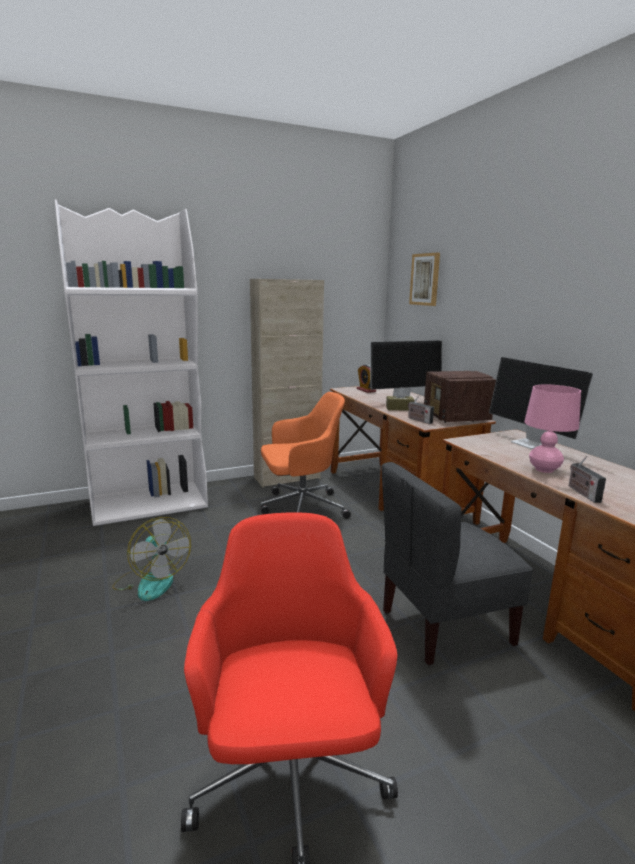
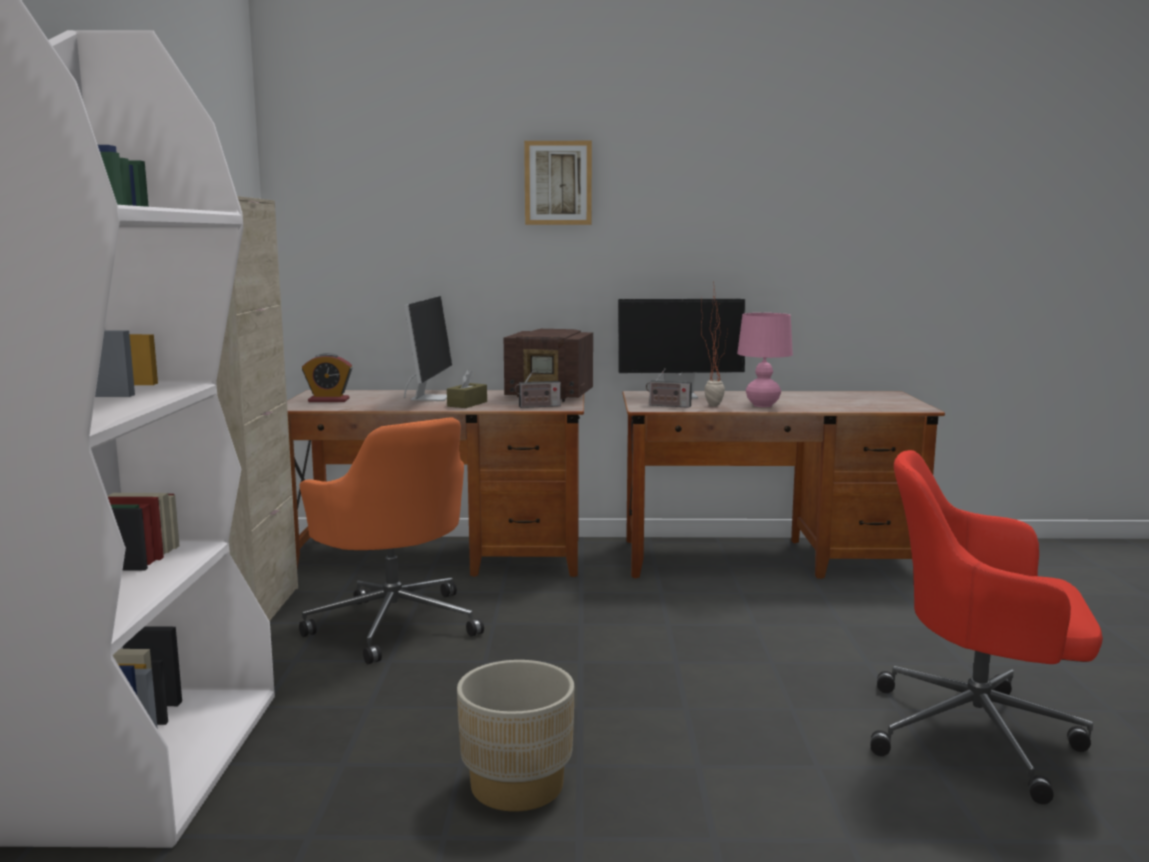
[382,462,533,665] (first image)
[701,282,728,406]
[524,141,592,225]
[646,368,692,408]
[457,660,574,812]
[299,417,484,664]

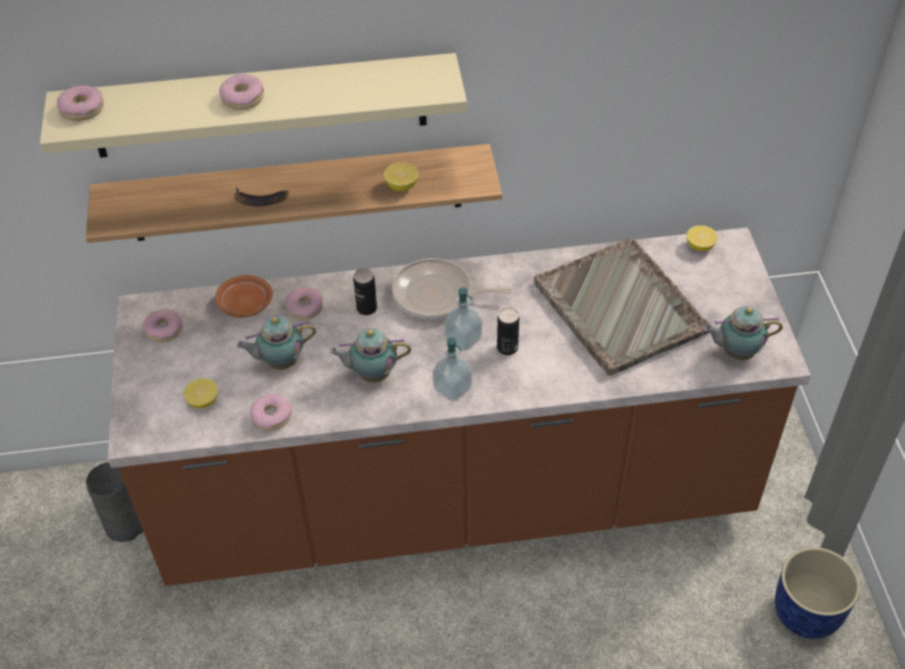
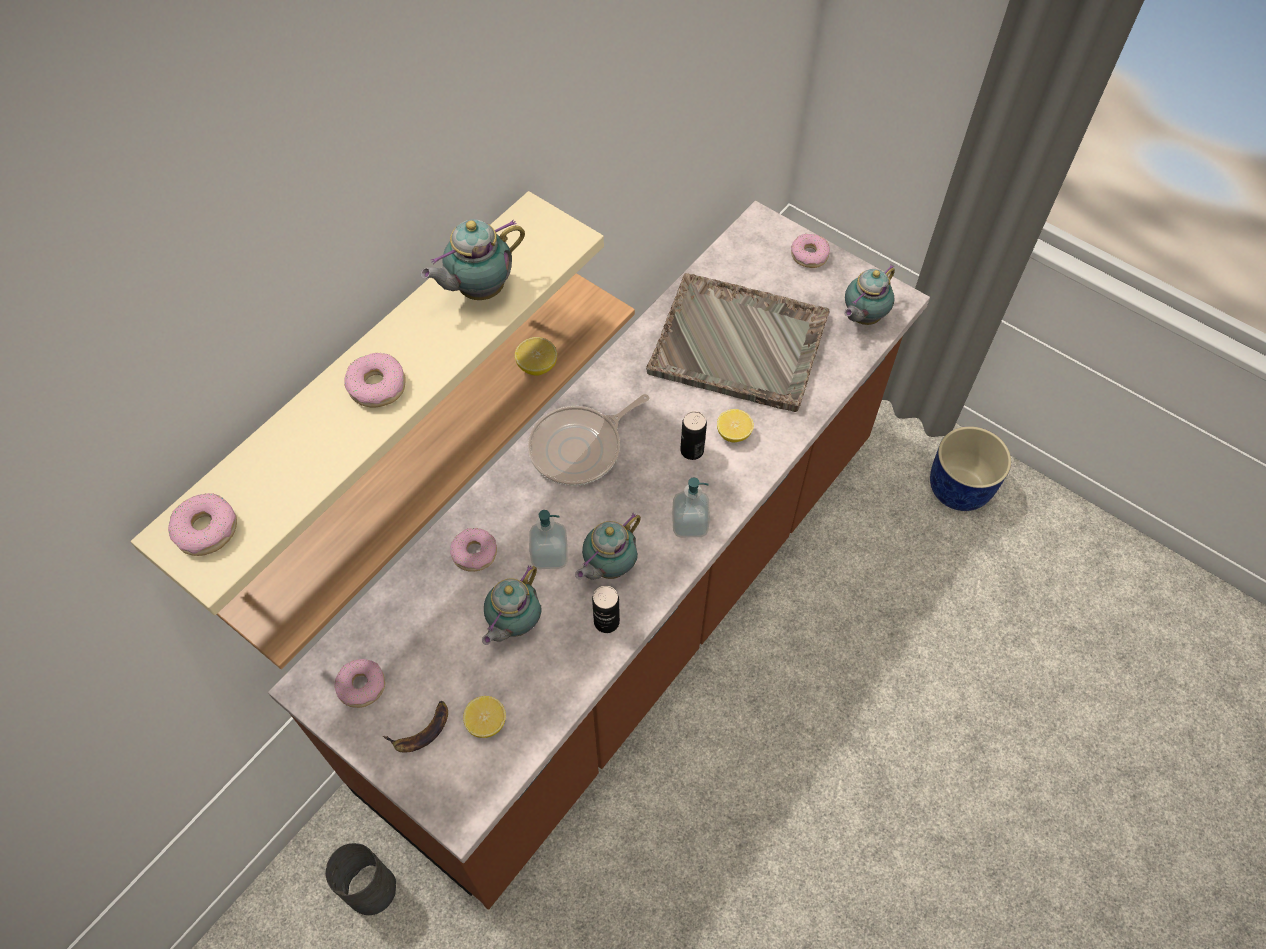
[215,275,273,318] (first image)
[421,219,525,300]
[383,701,448,753]
[791,234,830,268]
[592,586,620,633]
[529,510,567,569]
[717,409,754,443]

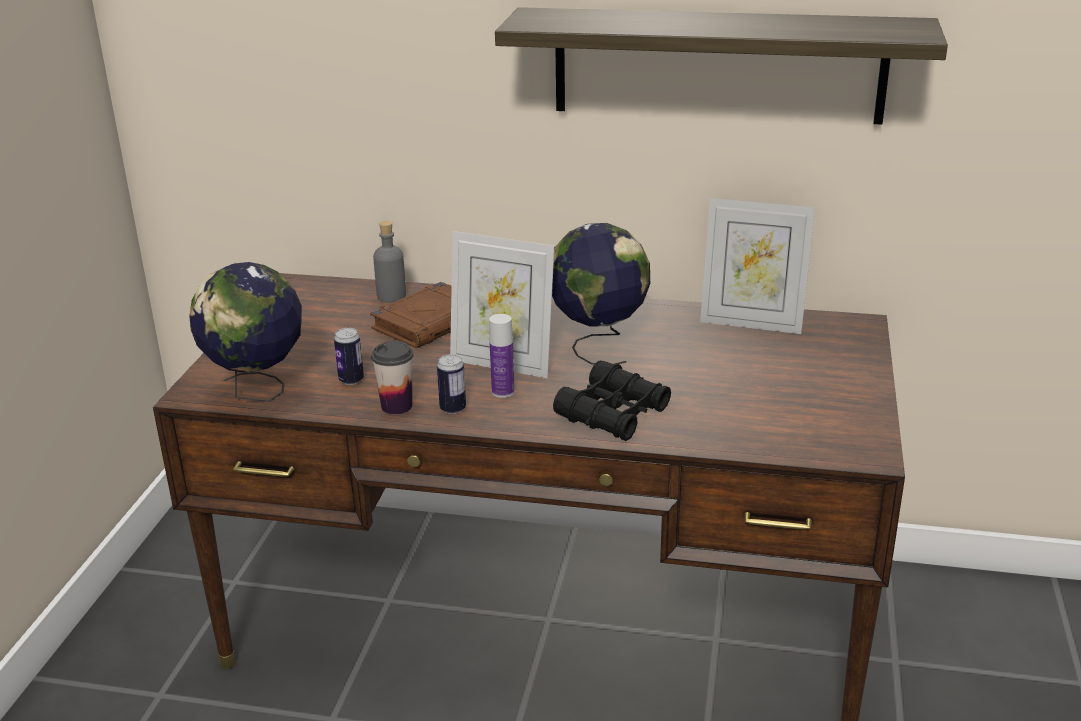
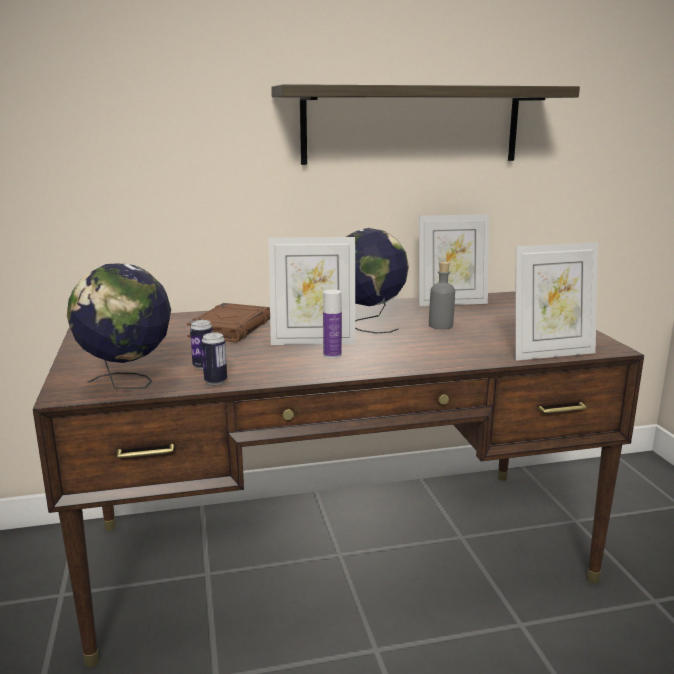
[371,341,413,414] (first image)
[553,361,671,441] (first image)
[515,242,598,361]
[429,262,455,329]
[201,332,227,385]

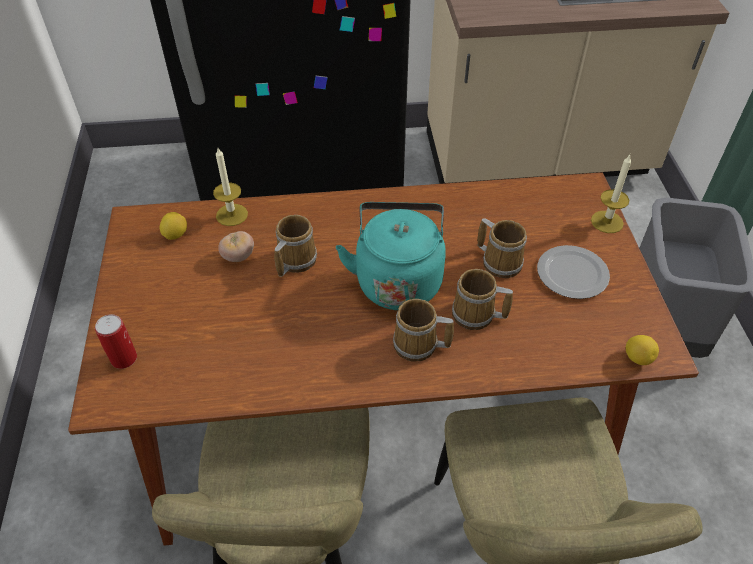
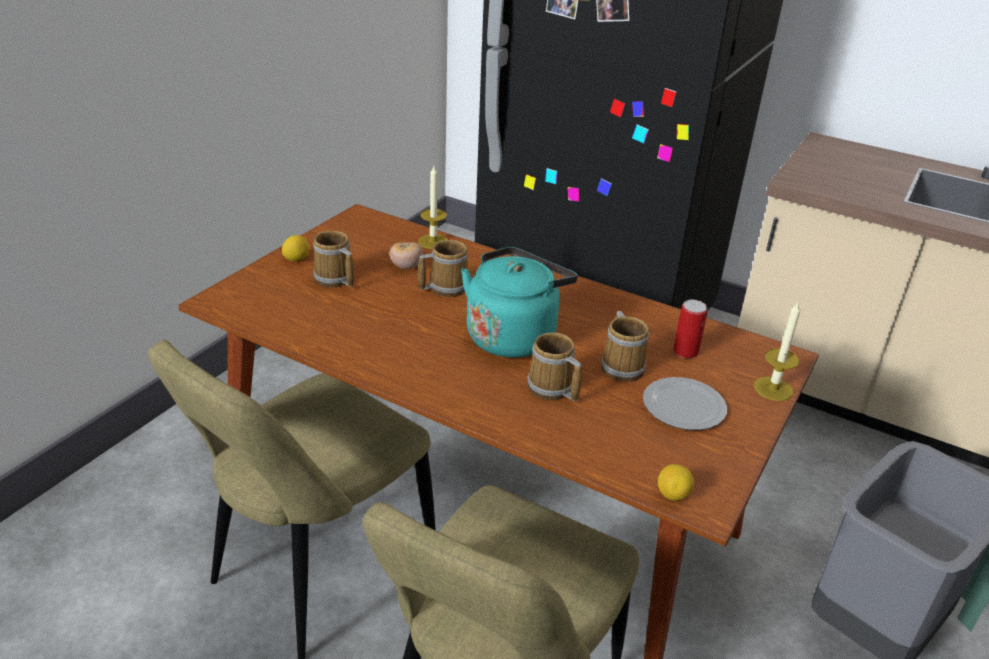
[673,300,708,358]
[282,235,310,261]
[313,231,354,287]

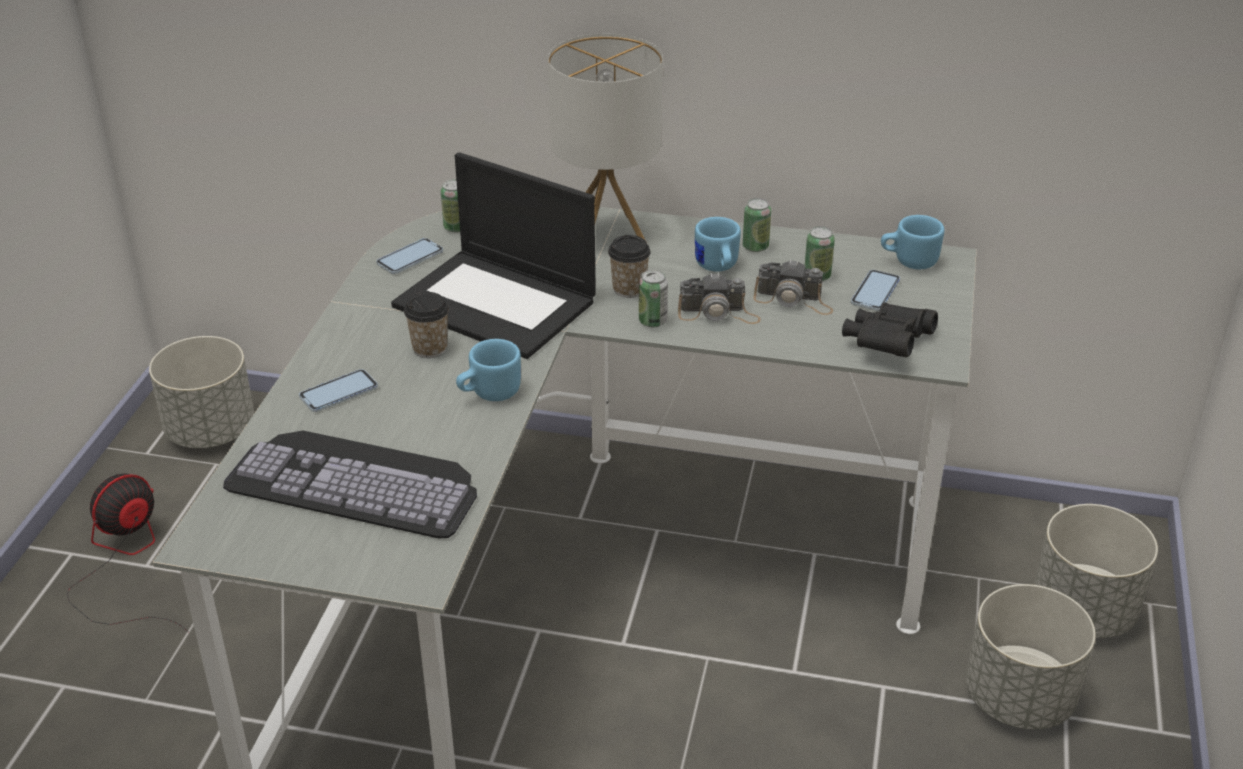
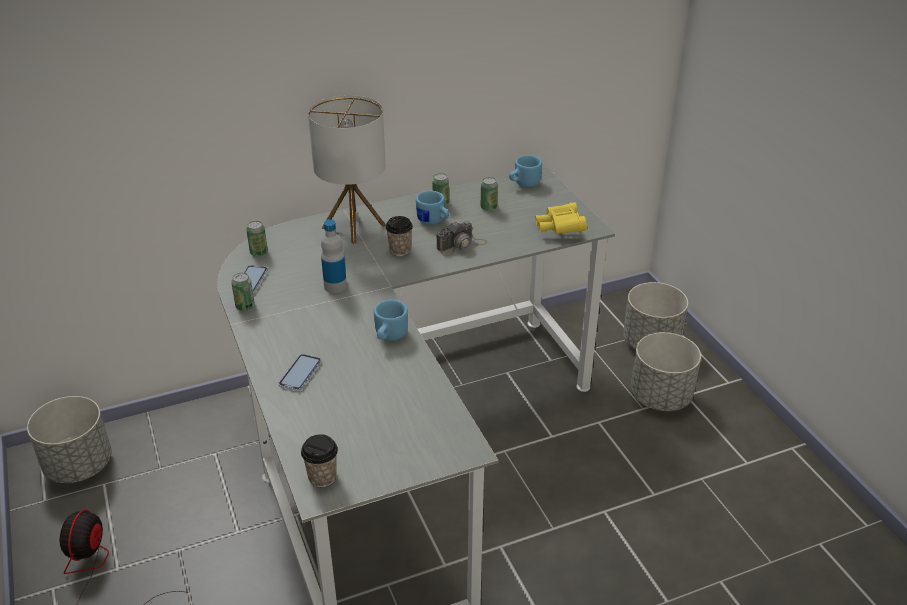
[223,431,477,538] (first image)
[753,259,833,315] (first image)
[851,270,900,311] (first image)
[301,434,338,487]
[231,273,255,311]
[321,220,347,293]
[535,202,587,234]

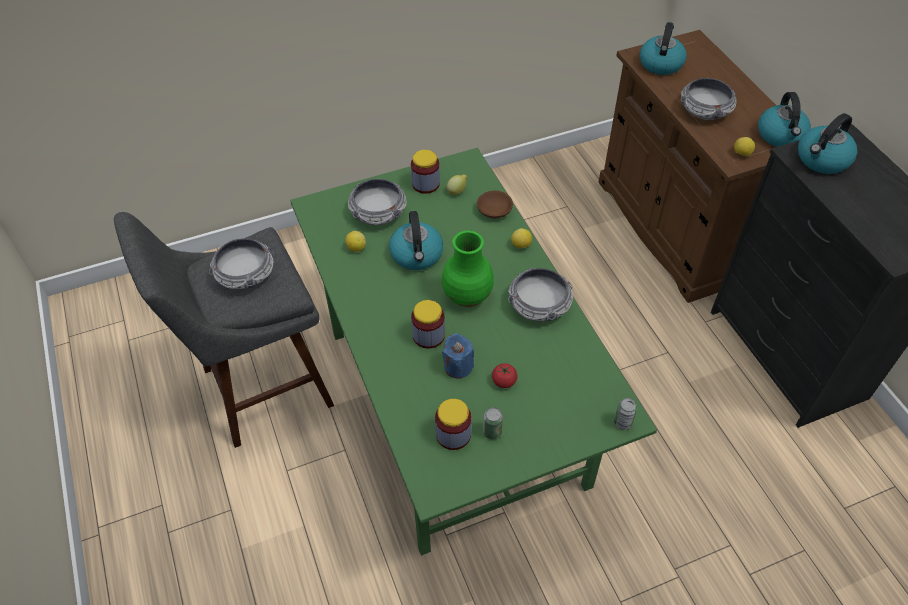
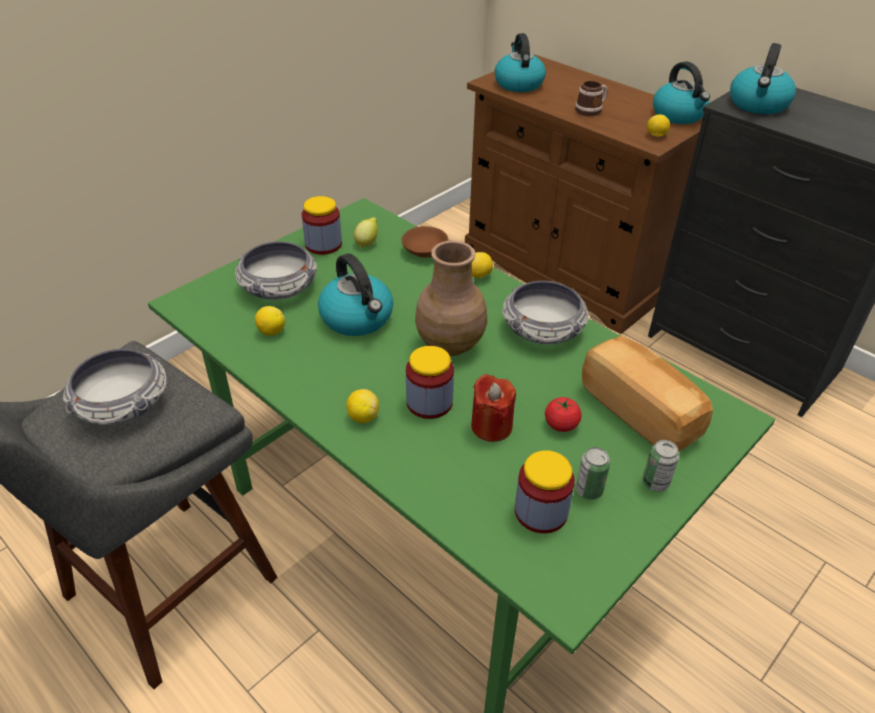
[346,389,379,423]
[582,336,713,452]
[642,440,679,492]
[575,81,608,116]
[415,241,487,356]
[471,374,516,442]

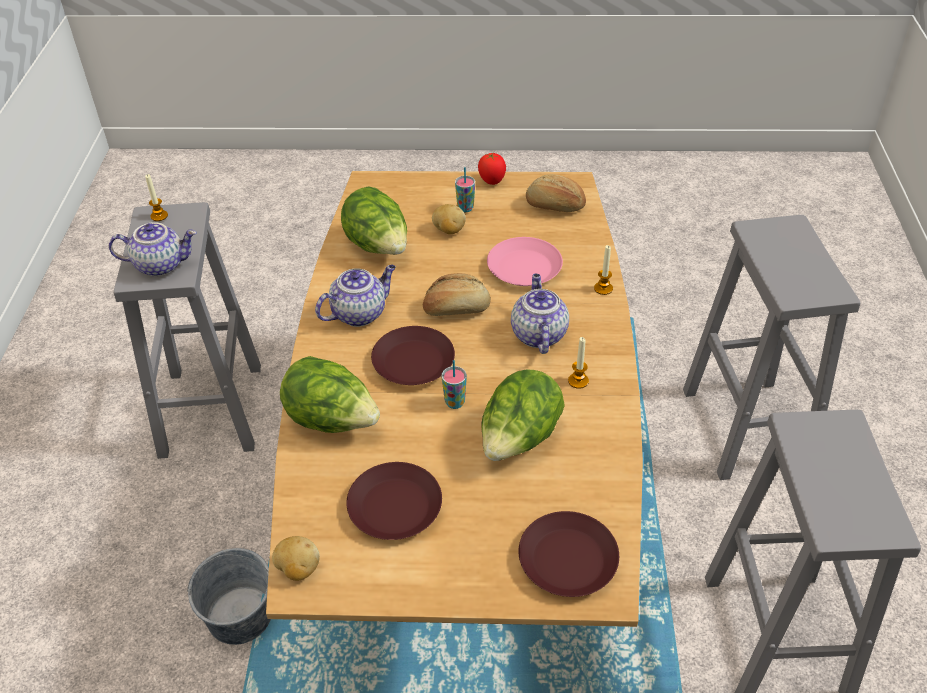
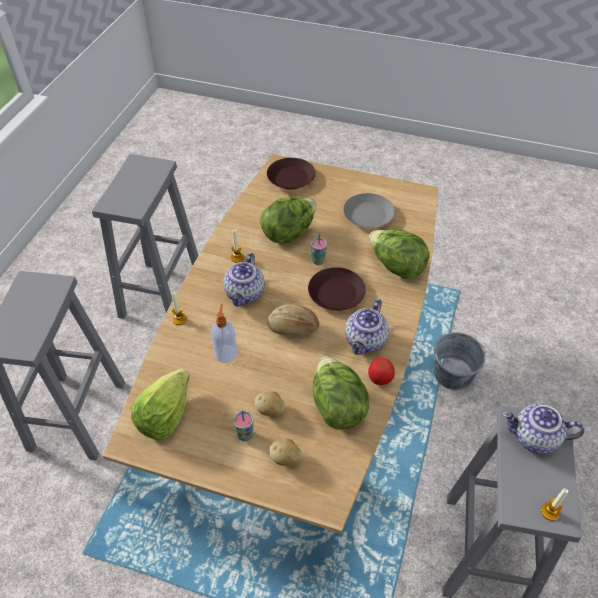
[269,439,302,466]
[368,358,395,385]
[211,304,237,363]
[131,369,190,440]
[343,193,395,228]
[345,299,389,355]

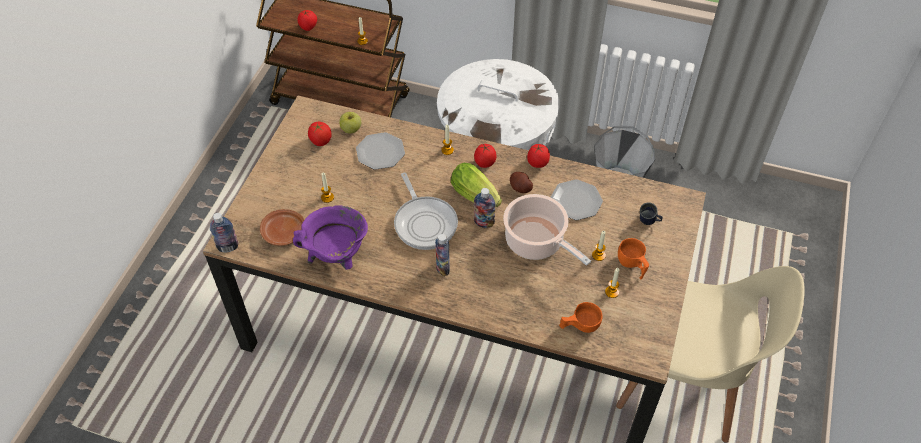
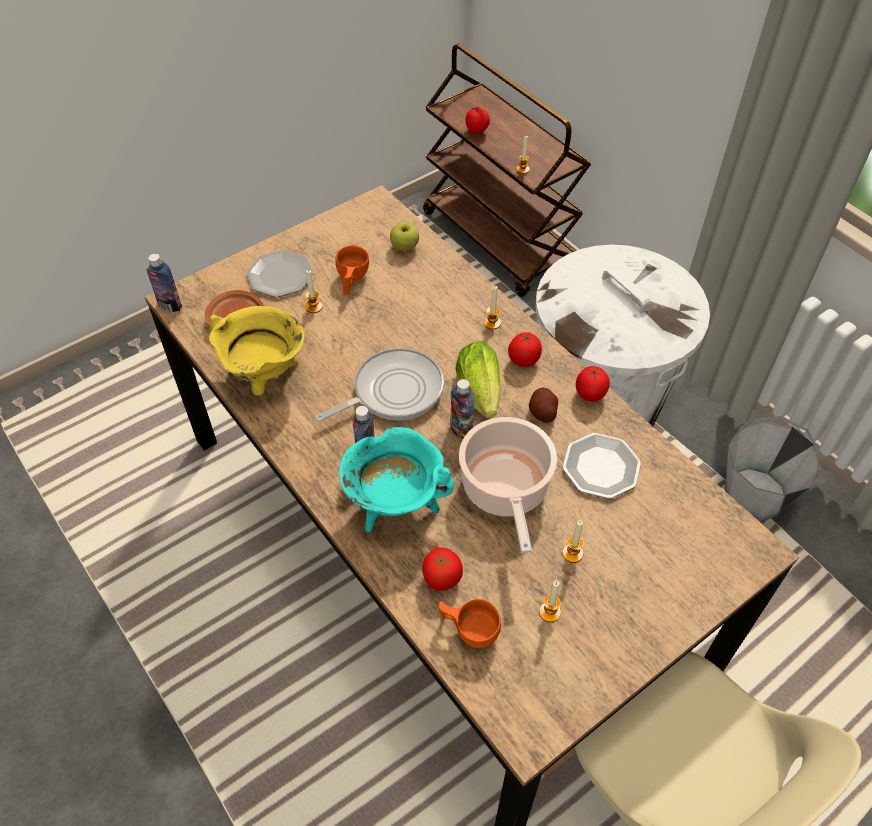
[640,202,663,225] (first image)
[339,427,454,532]
[422,547,463,591]
[246,250,314,297]
[336,245,369,295]
[209,306,305,395]
[315,348,444,422]

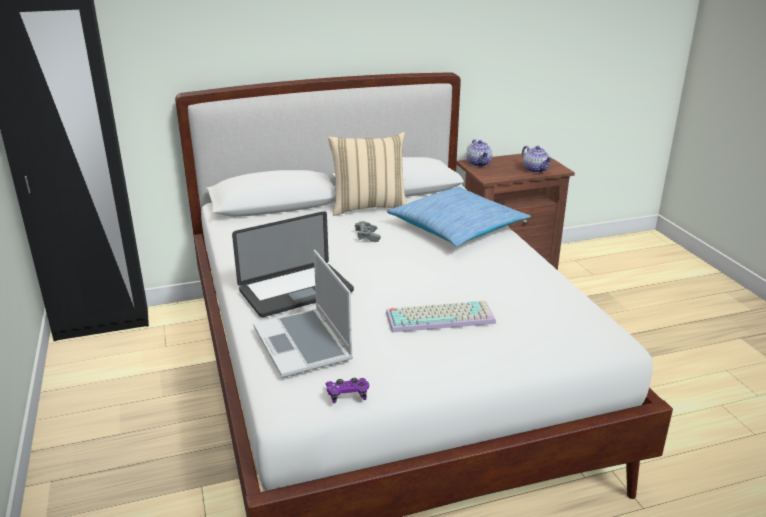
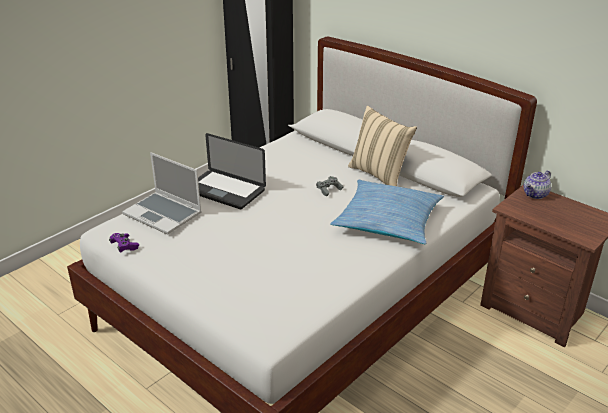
[386,301,496,333] (first image)
[522,146,553,173] (first image)
[122,152,202,235]

